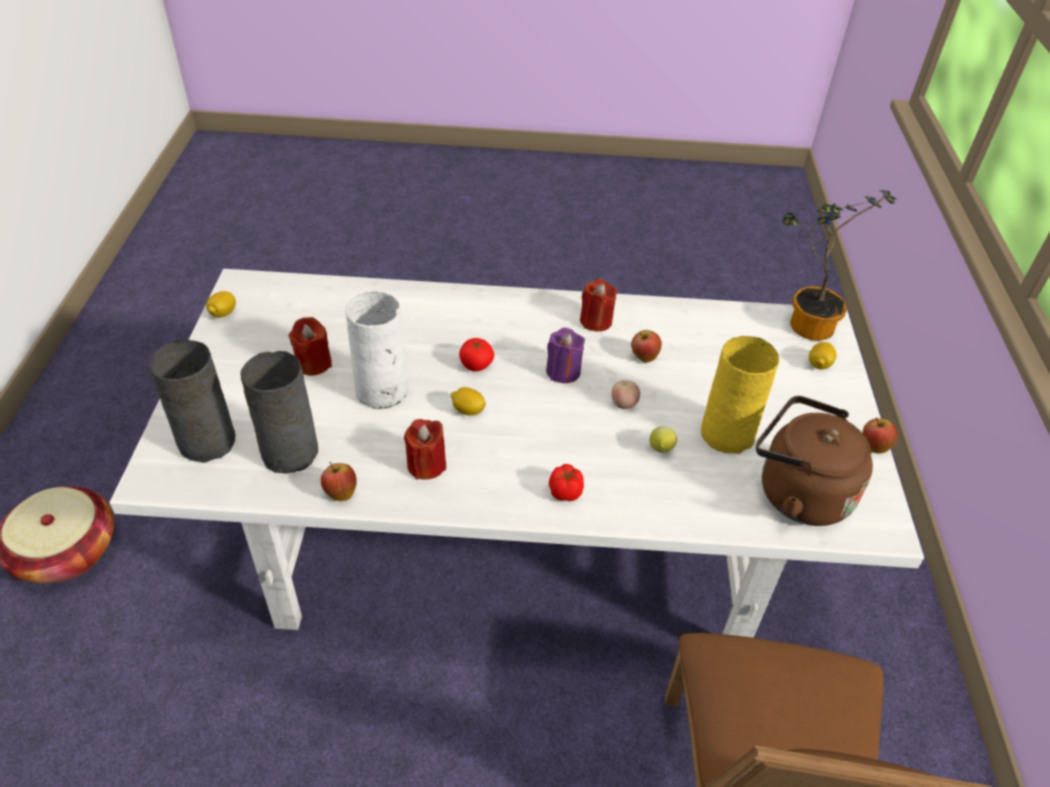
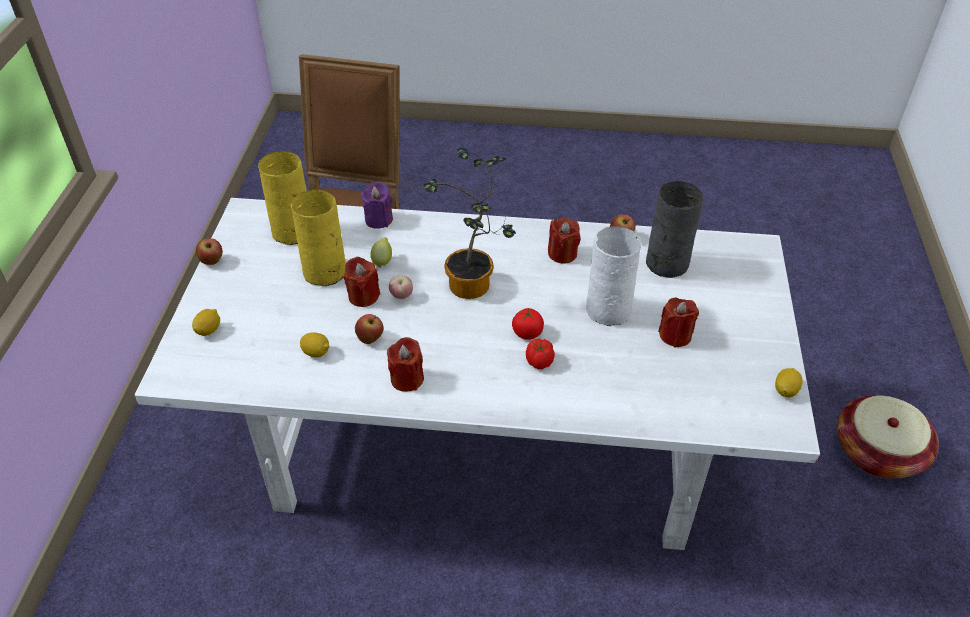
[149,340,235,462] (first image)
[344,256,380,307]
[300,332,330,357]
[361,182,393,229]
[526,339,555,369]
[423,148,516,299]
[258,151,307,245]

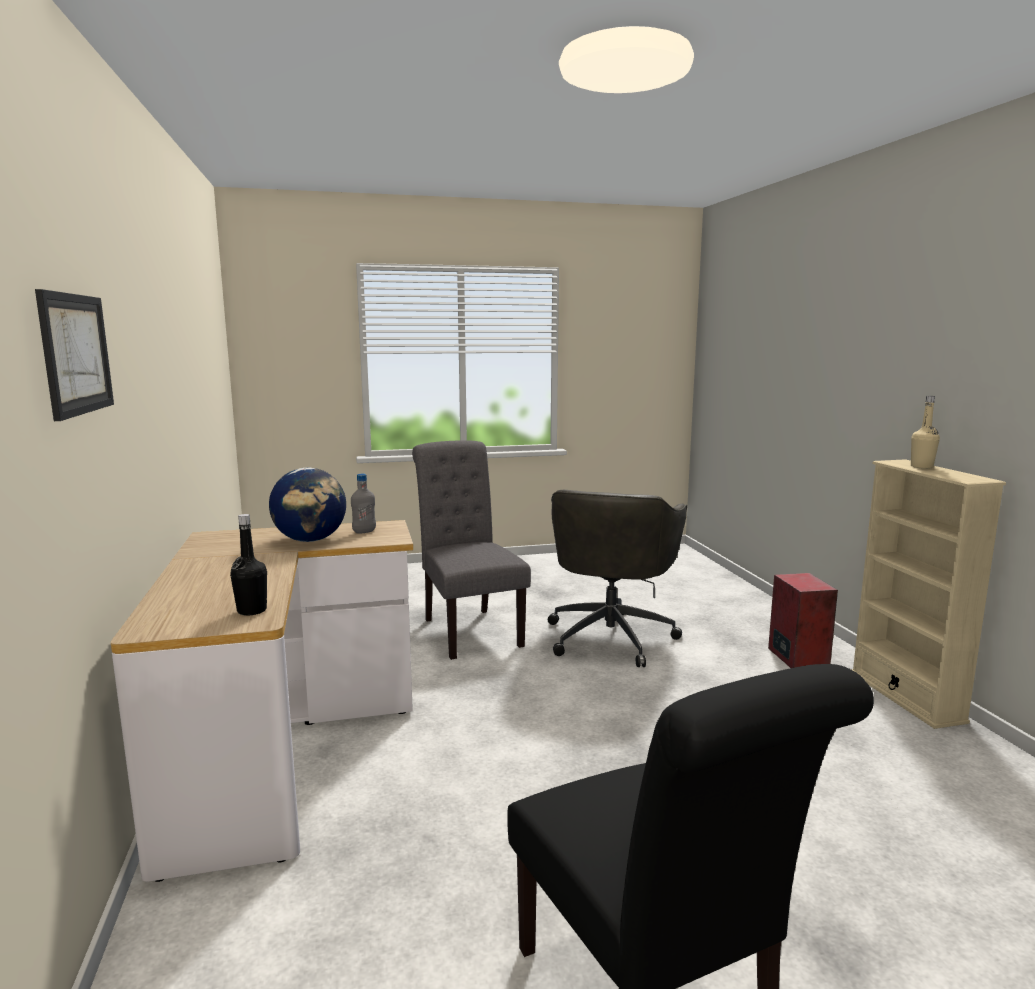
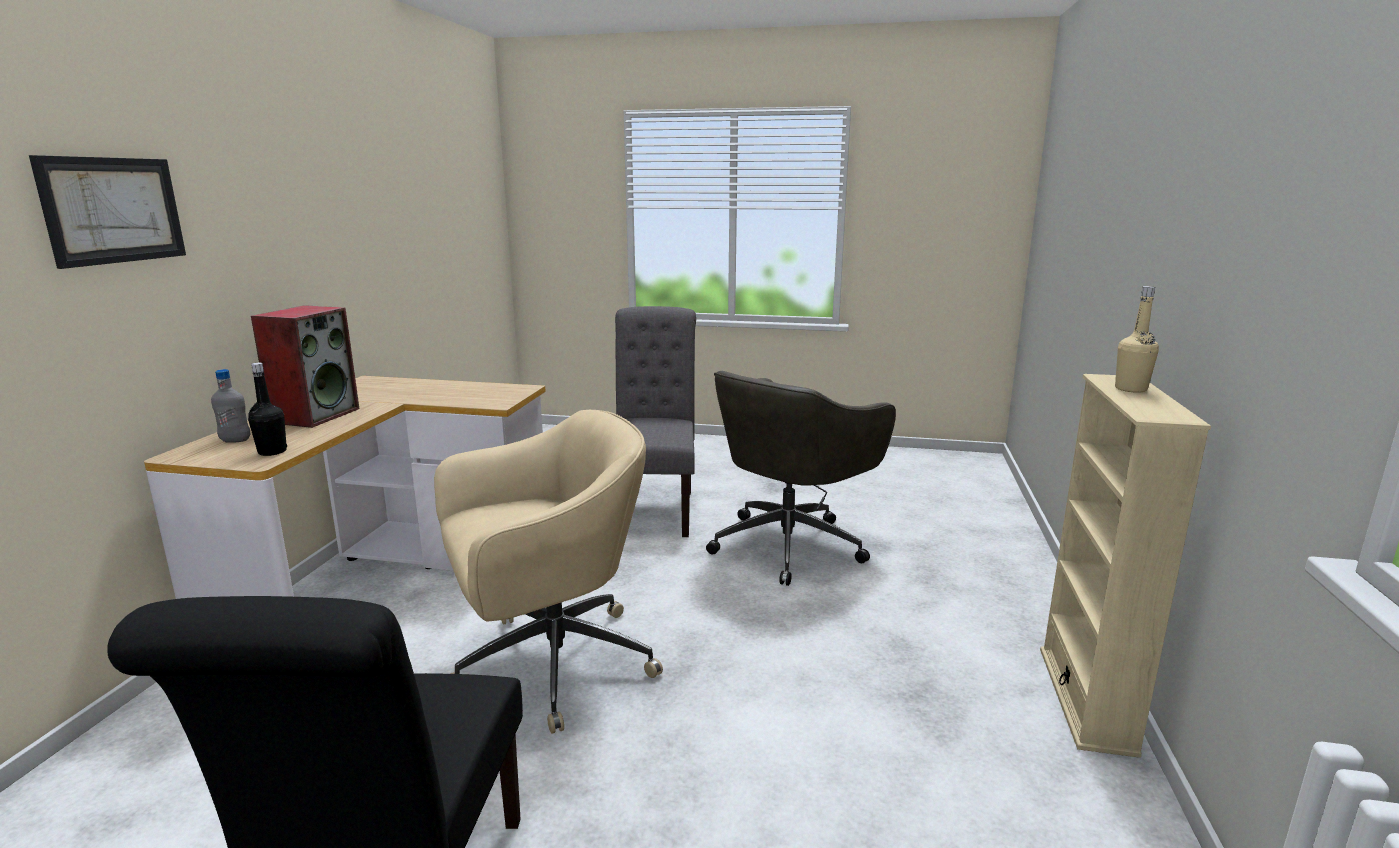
[269,467,346,542] (first image)
[434,410,663,734]
[211,369,250,443]
[251,305,360,428]

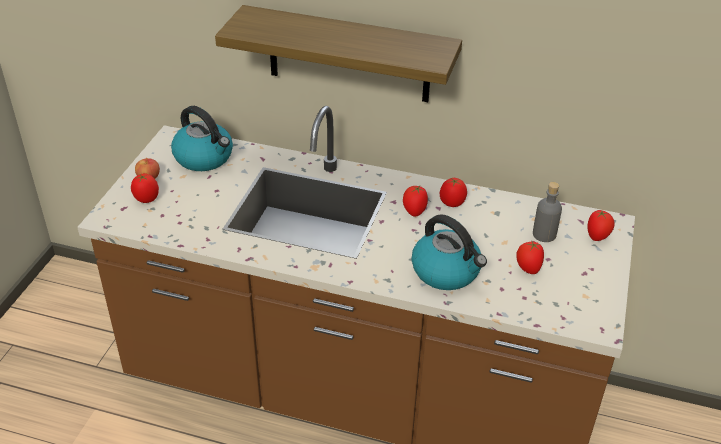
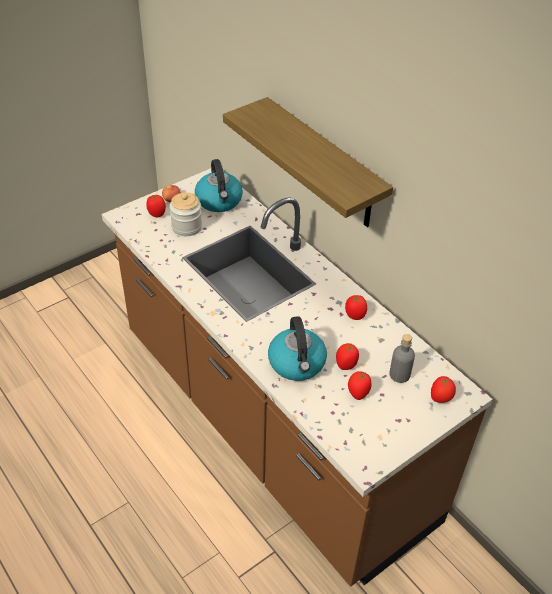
[170,192,202,236]
[336,343,359,370]

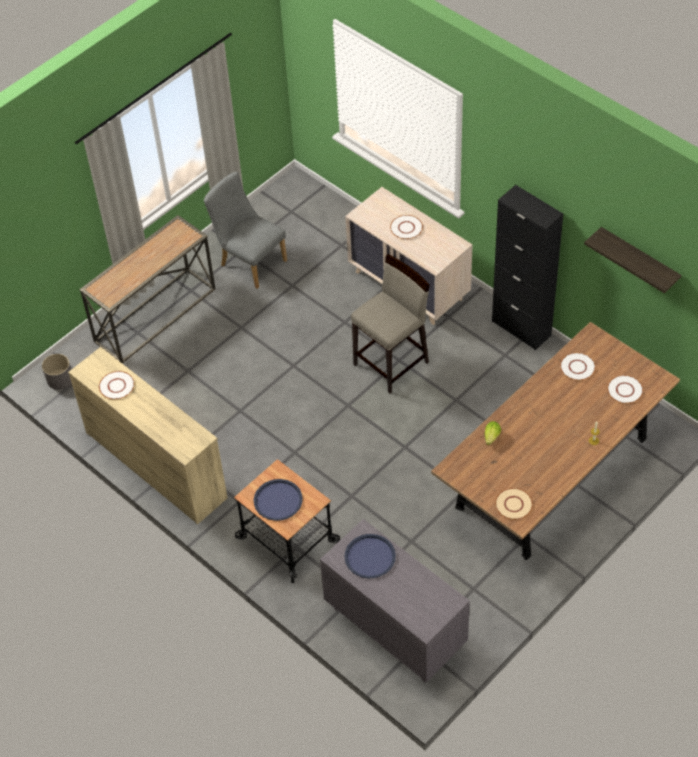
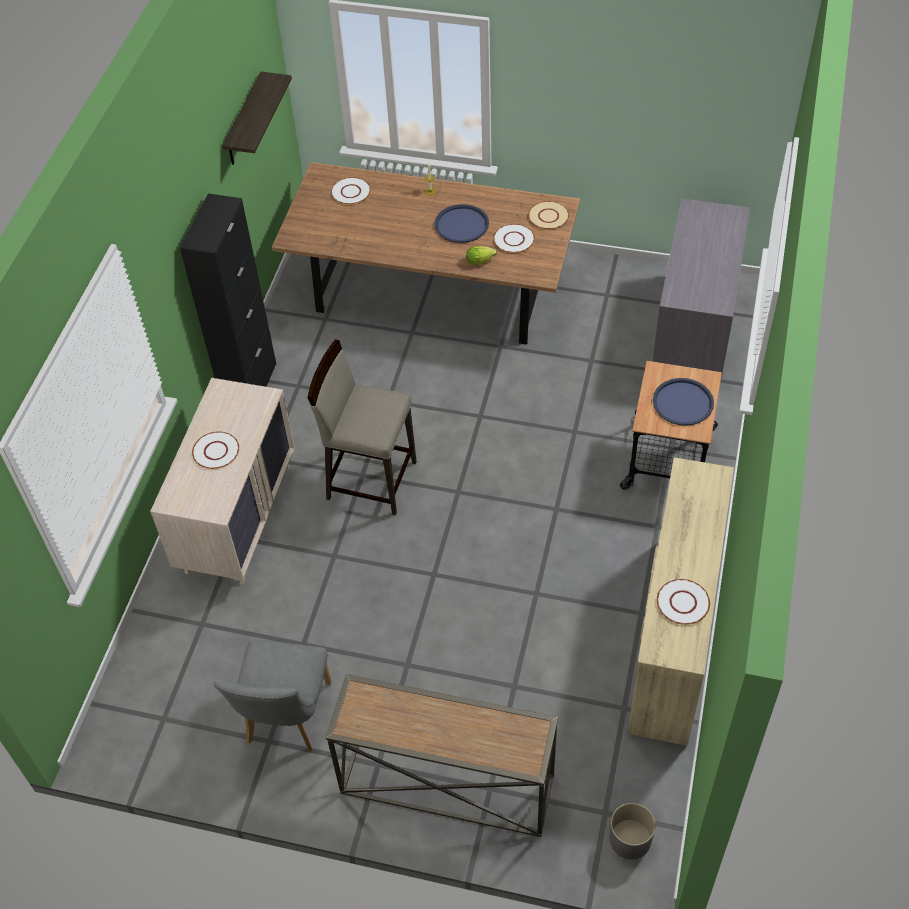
[435,204,489,243]
[493,224,535,253]

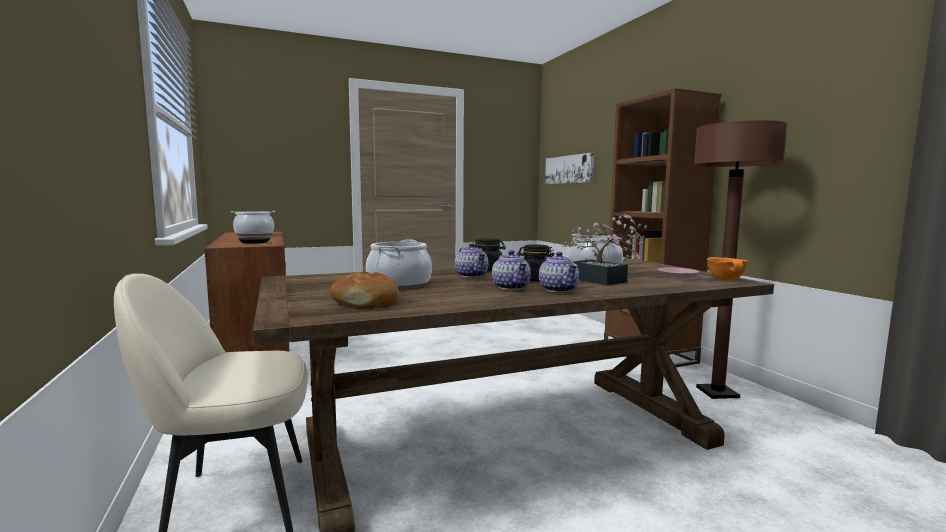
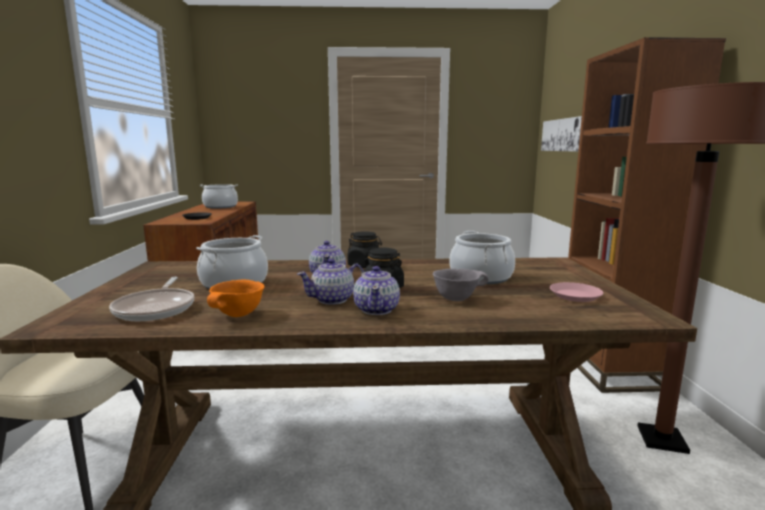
[207,279,264,317]
[109,277,194,321]
[433,268,489,301]
[297,258,364,305]

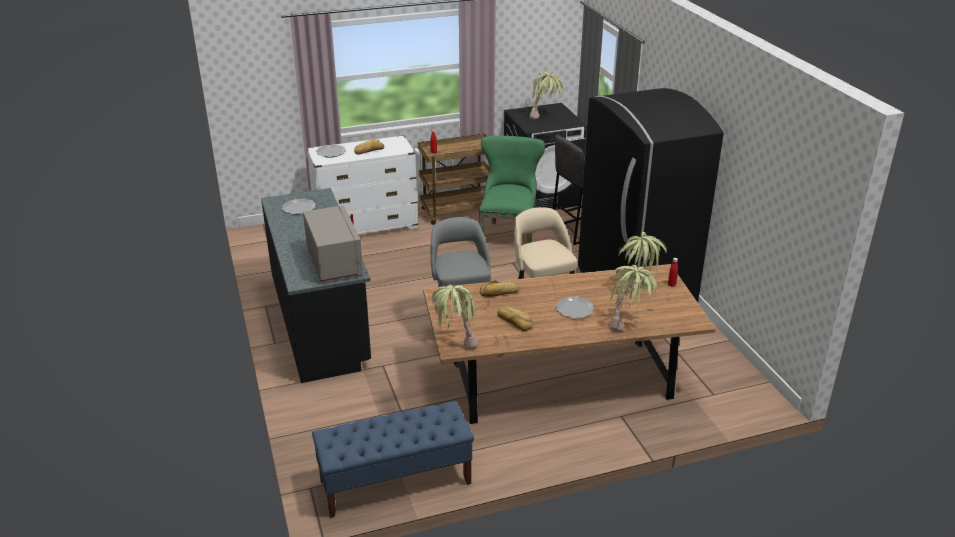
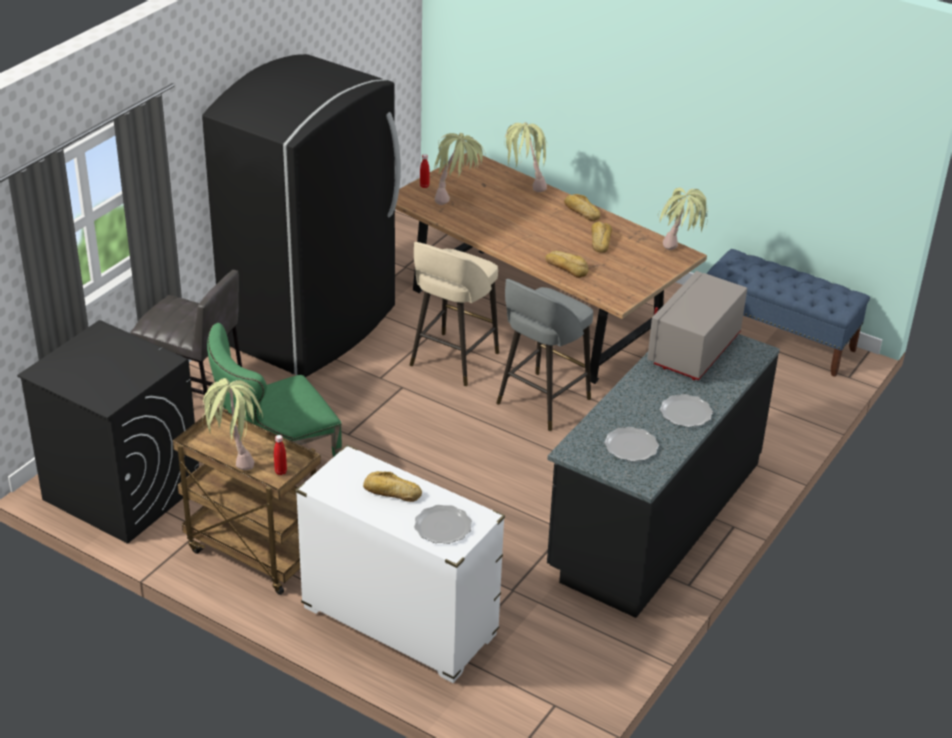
[564,194,601,221]
[202,378,263,470]
[660,394,713,427]

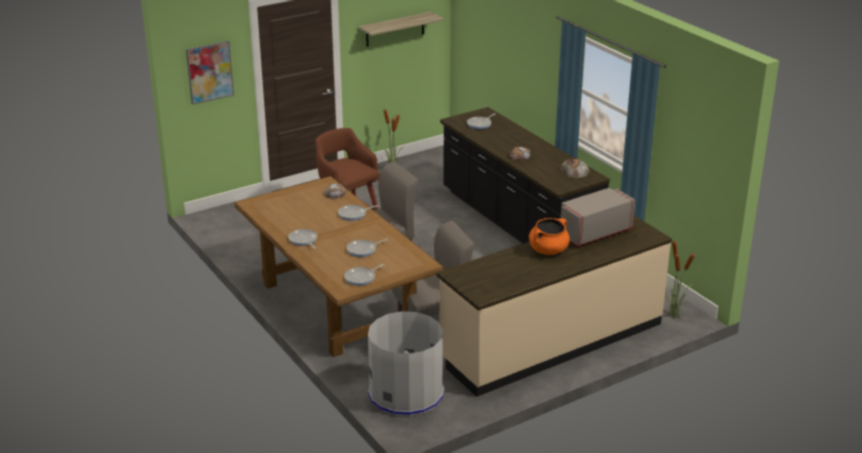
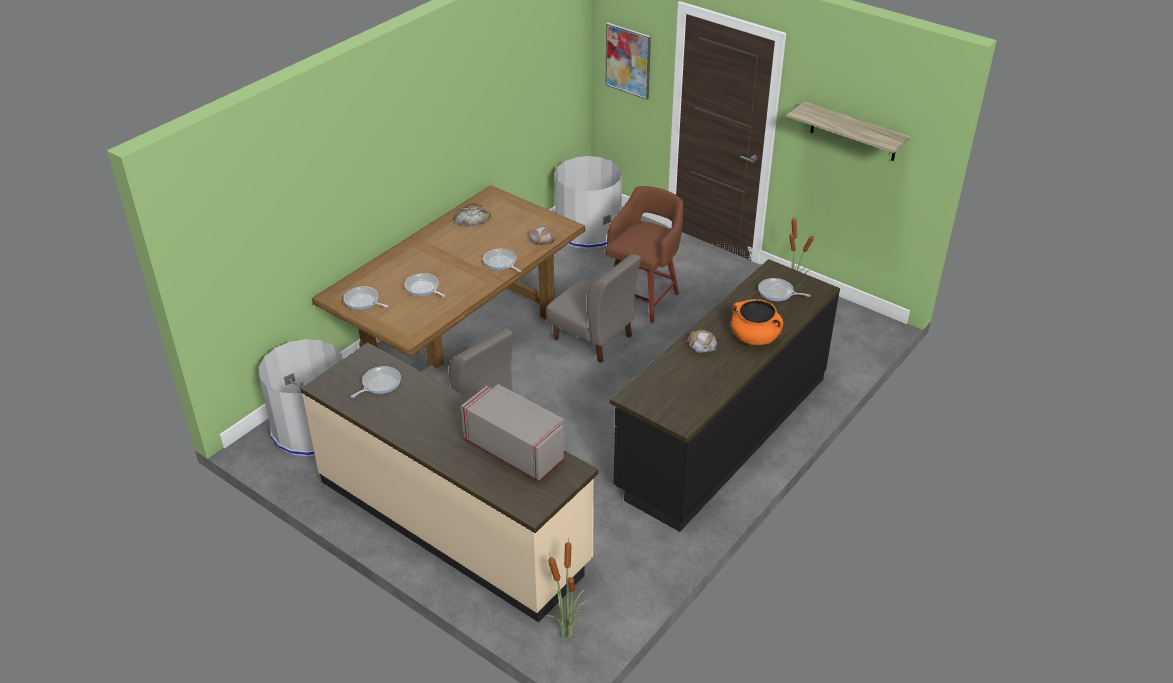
[555,156,622,249]
[351,366,401,398]
[731,299,783,345]
[453,203,492,227]

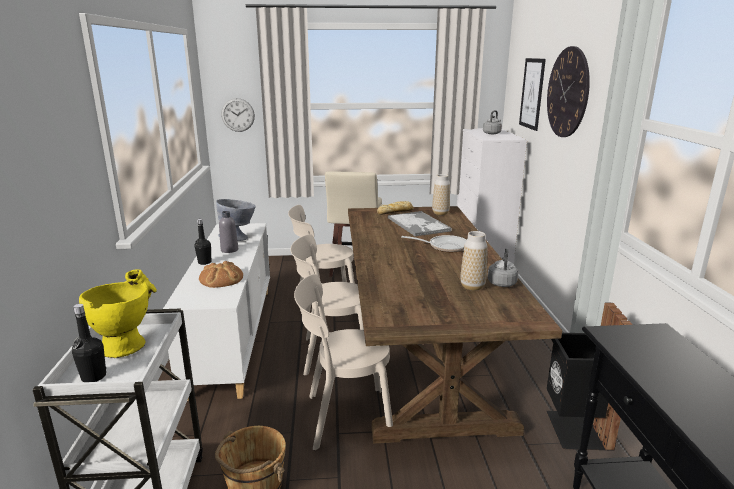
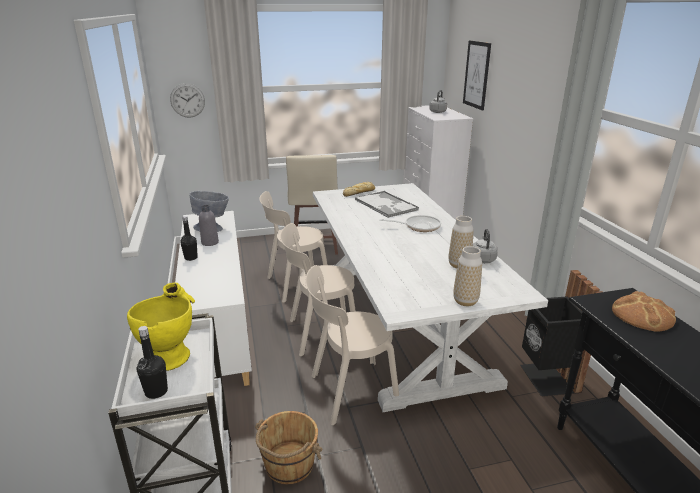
[547,46,590,137] (first image)
[612,291,676,332]
[453,246,482,306]
[313,183,548,412]

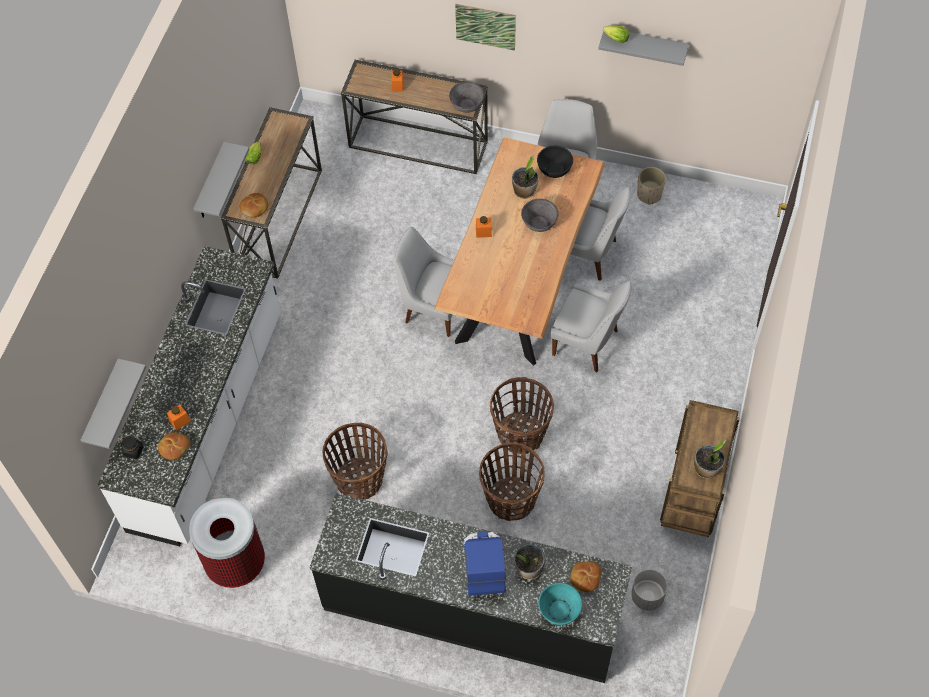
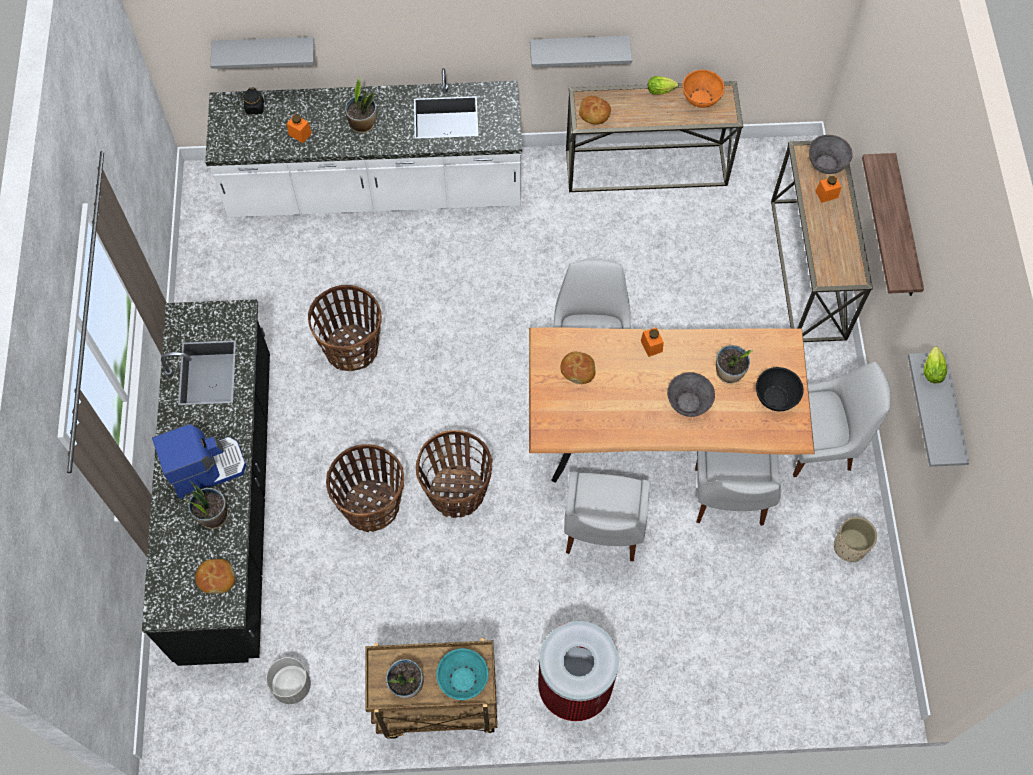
[345,77,376,134]
[682,70,725,108]
[561,351,595,384]
[538,621,619,721]
[809,135,853,174]
[436,648,488,700]
[862,153,924,296]

